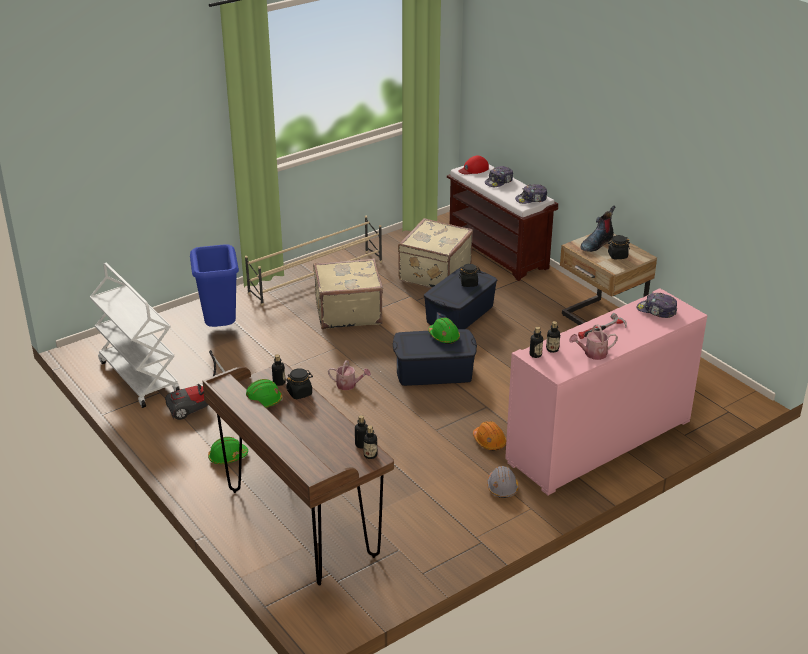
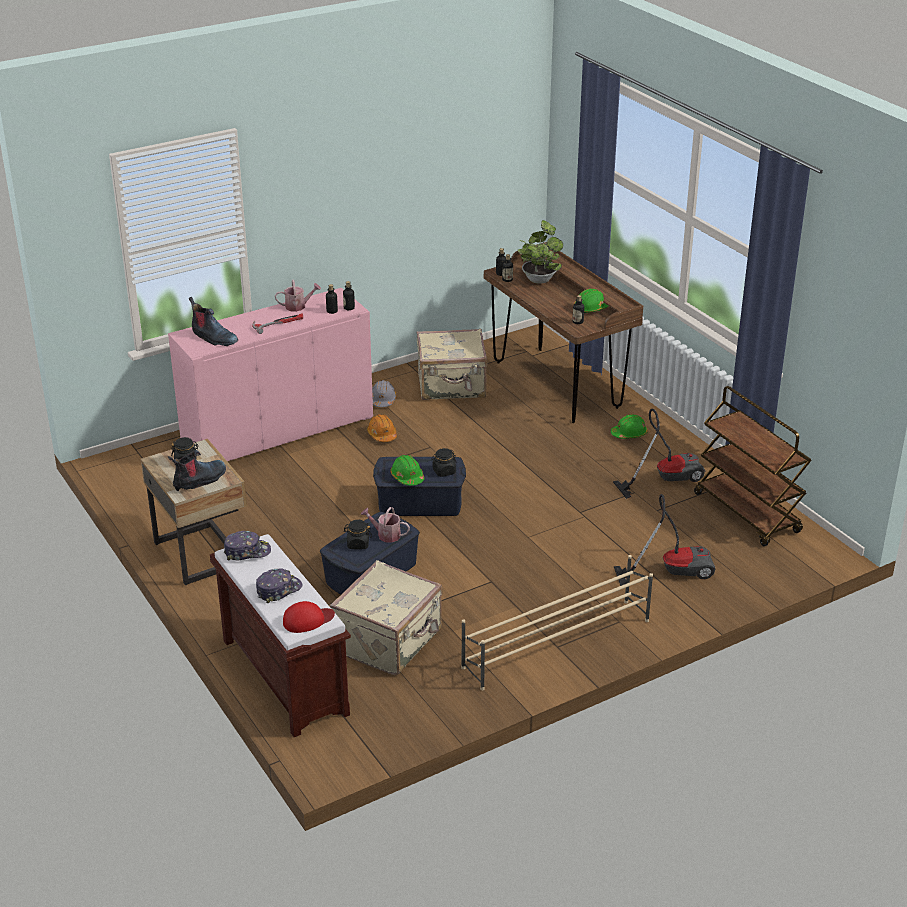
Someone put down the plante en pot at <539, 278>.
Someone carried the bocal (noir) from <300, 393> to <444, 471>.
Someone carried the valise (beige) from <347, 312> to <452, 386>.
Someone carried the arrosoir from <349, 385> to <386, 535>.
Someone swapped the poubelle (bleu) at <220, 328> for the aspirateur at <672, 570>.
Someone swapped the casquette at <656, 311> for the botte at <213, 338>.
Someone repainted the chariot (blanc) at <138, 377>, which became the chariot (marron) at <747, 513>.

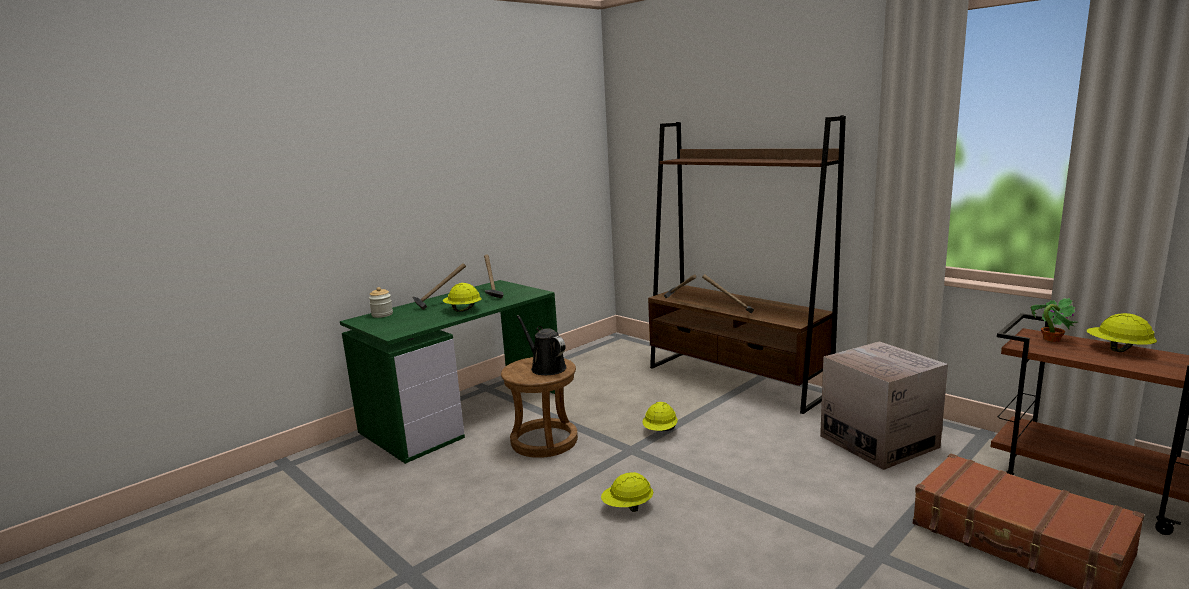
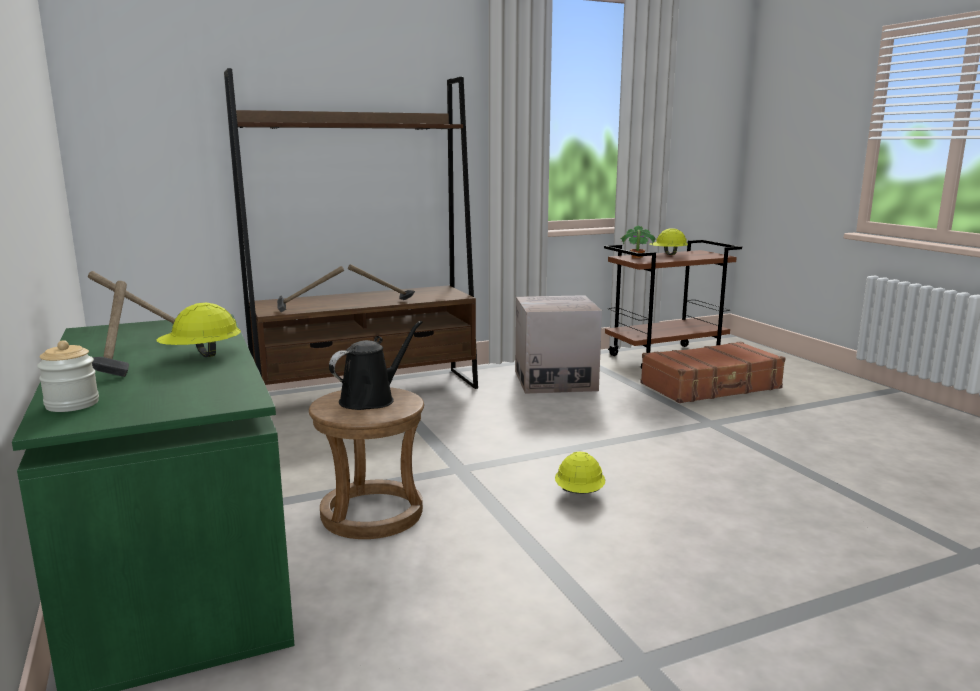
Someone took away the casque de chantier (jaune) at <660, 431>.
Someone rotated the arrosoir (noir) at <546, 368> by 150 degrees clockwise.

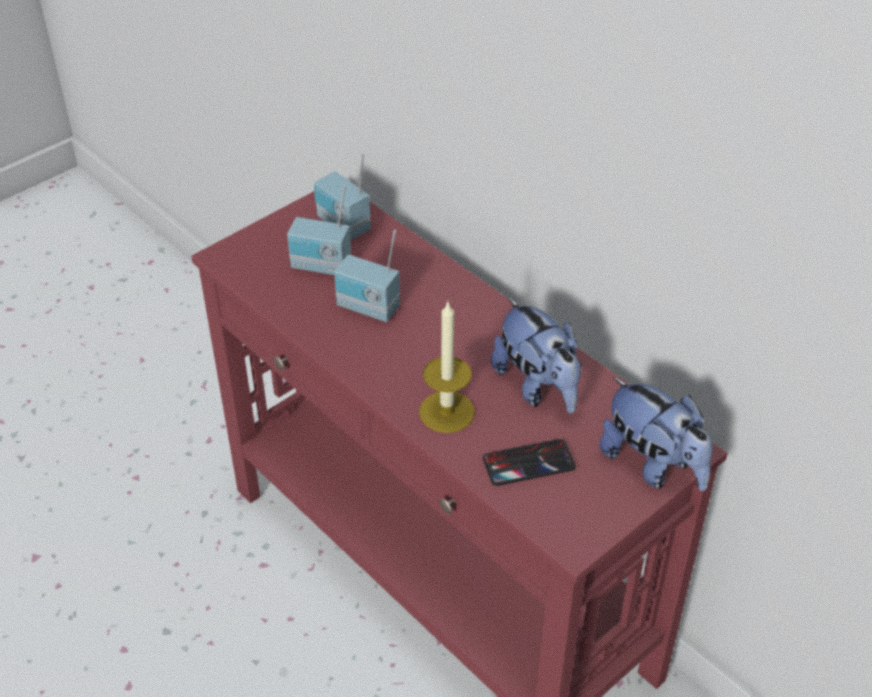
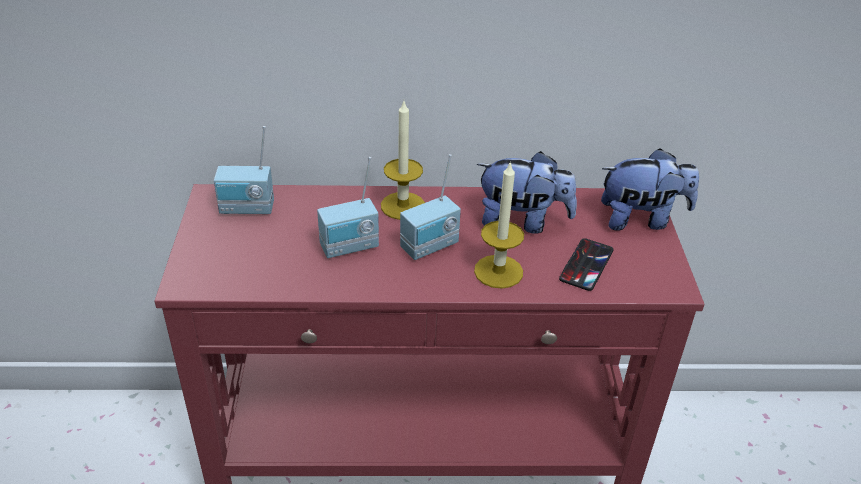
Someone put down the bougie at <403, 206>.
Someone carried the radio from <320, 267> to <431, 247>.

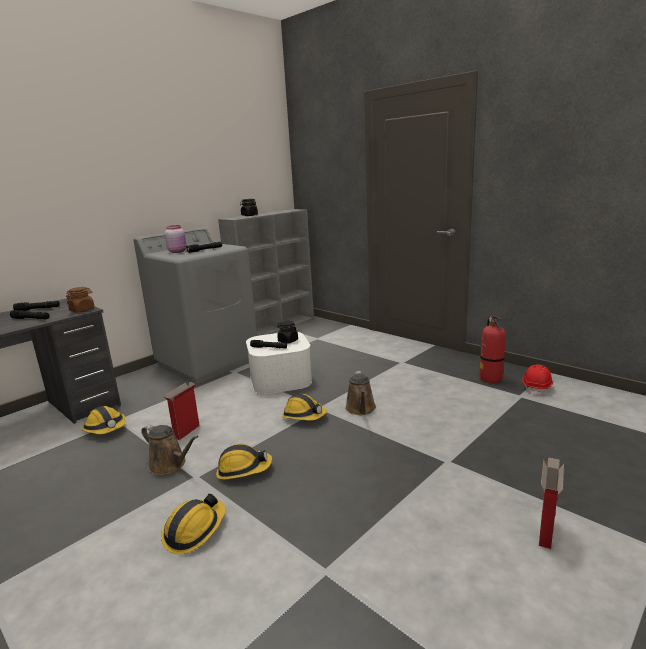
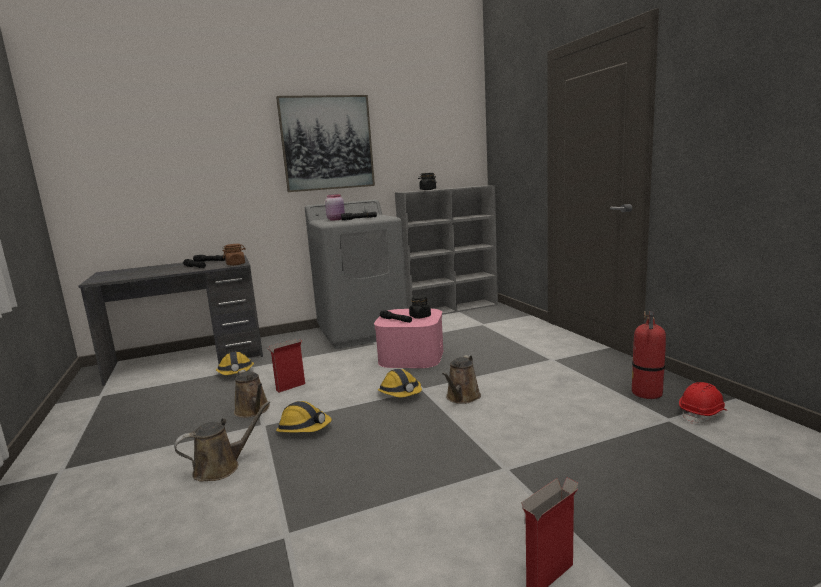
Someone put up the tableau at <327, 143>.
Someone swapped the casque de chantier at <194, 530> for the arrosoir (marron) at <221, 467>.
Someone repainted the boîte de rangement (blanc) at <280, 379>, which became the boîte de rangement (rose) at <411, 356>.

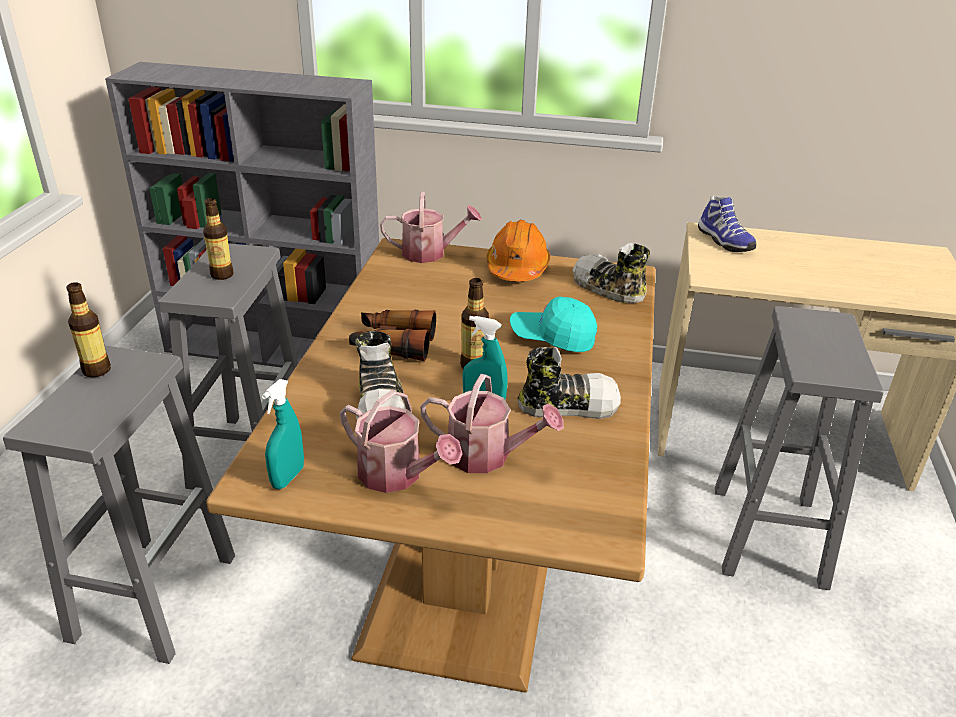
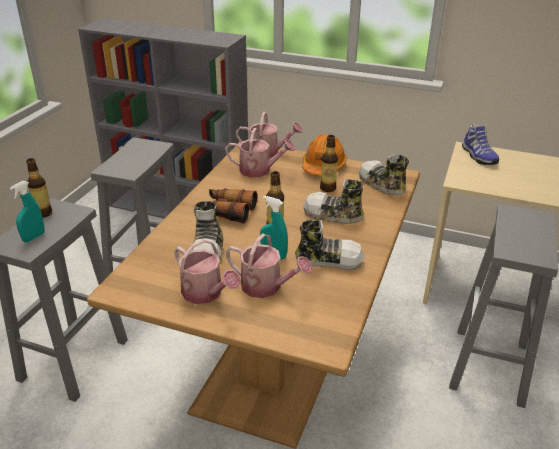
Someone put down the arrosoir at <259, 170>.
Someone carried the bouteille from <222, 275> to <328, 188>.
Someone carried the vaporisateur (turquoise) from <288, 477> to <34, 237>.
Someone swapped the casquette (turquoise) at <552, 338> for the chaussure at <333, 215>.

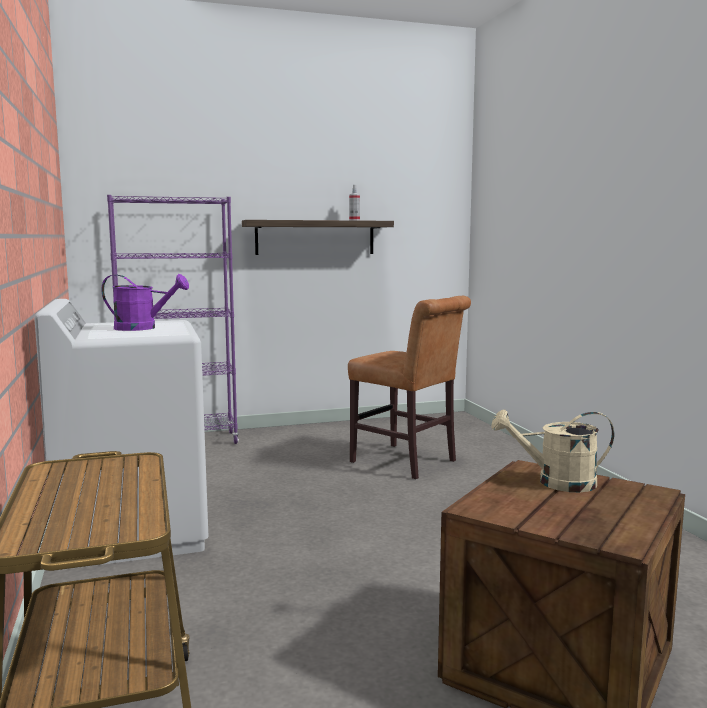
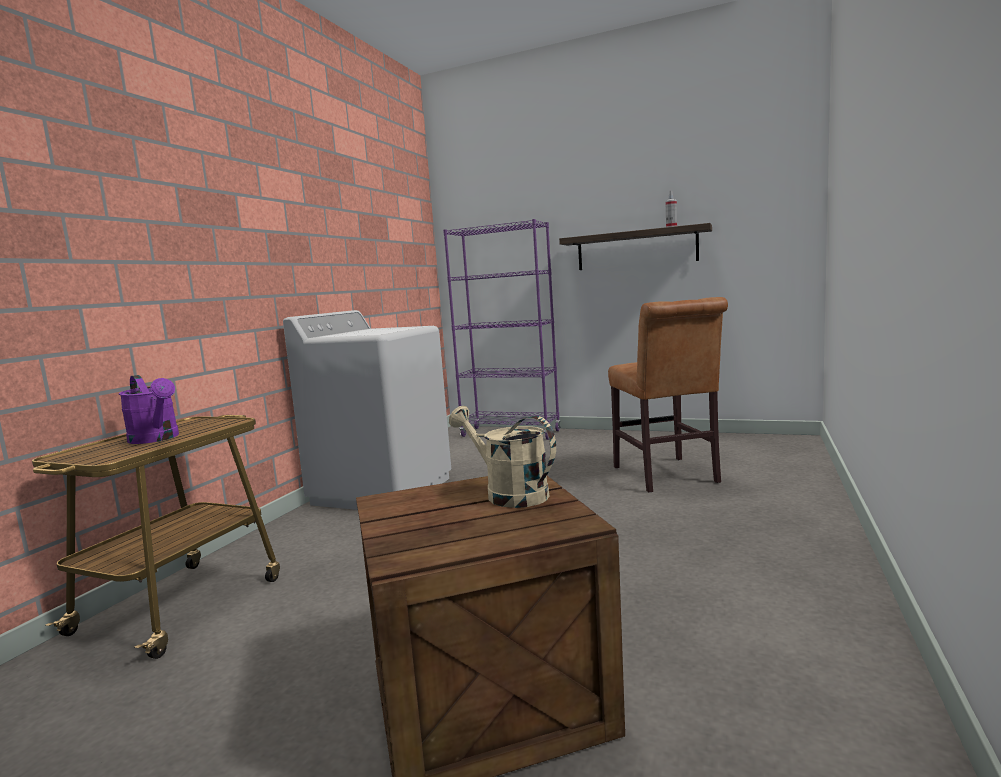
Someone carried the arrosoir (violet) from <143, 328> to <157, 439>.

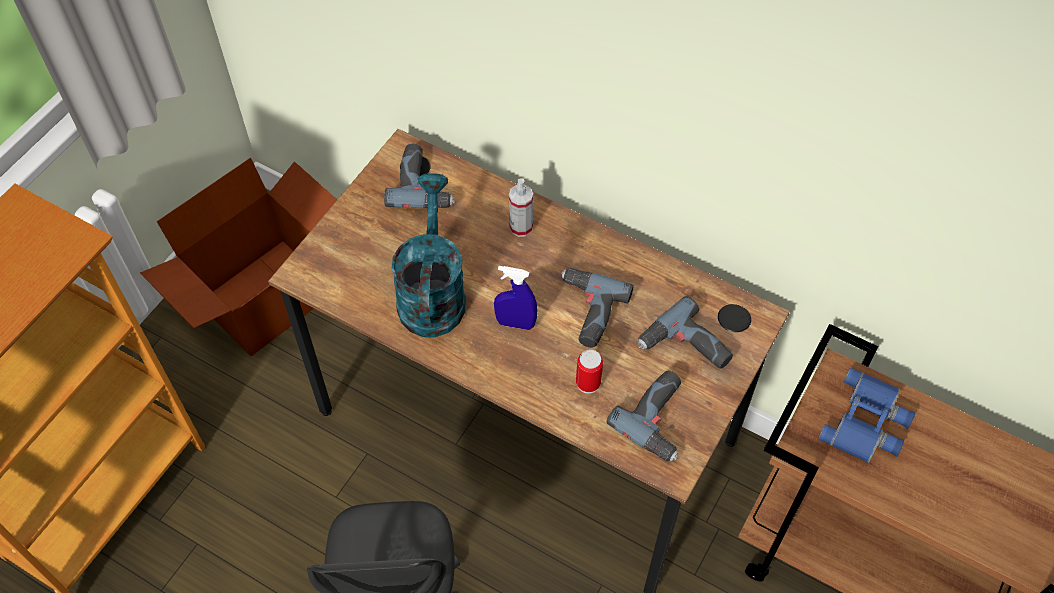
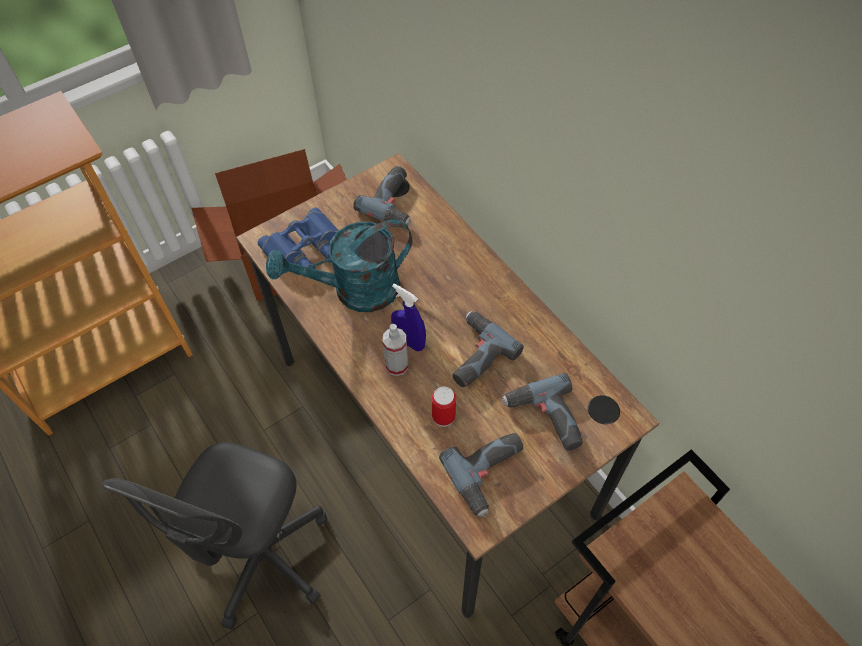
Someone carried the vaporisateur from <521, 227> to <397, 365>.
Someone carried the jumelles (bleu) from <868, 423> to <305, 250>.
Someone rotated the arrosoir (turquoise) at <431, 292> by 135 degrees counterclockwise.

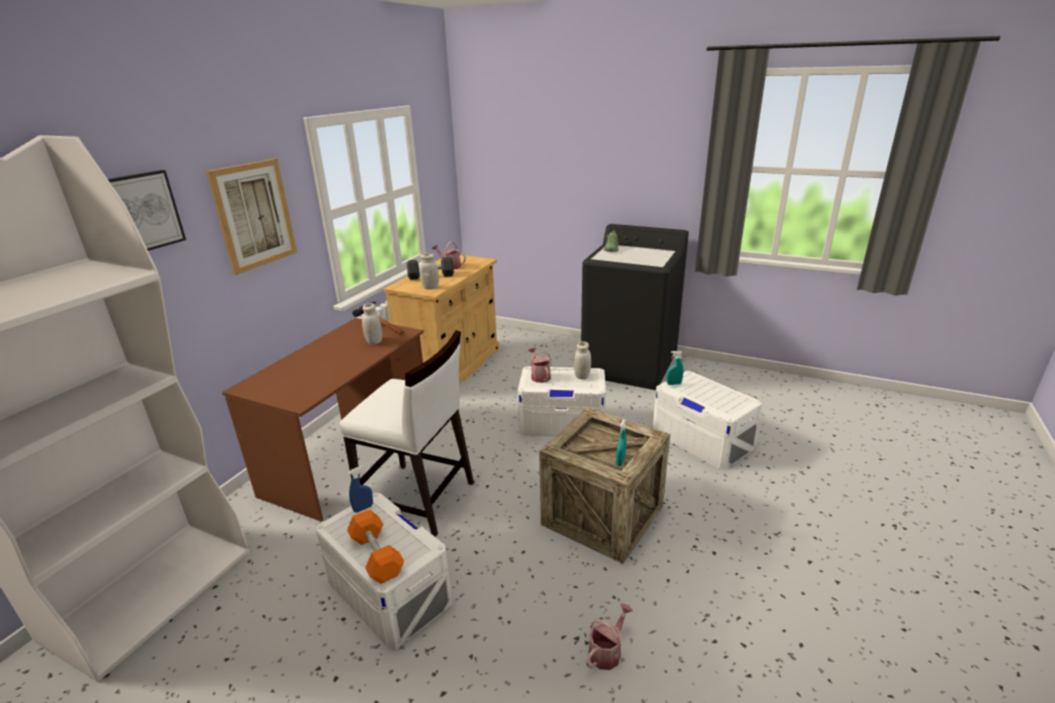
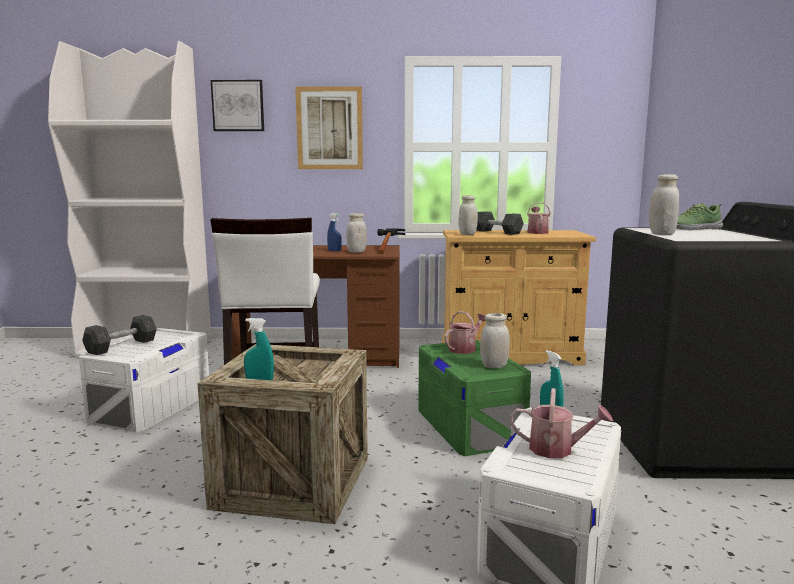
Someone put down the bocal (blanc) at <661, 234>.
Someone carried the vaporisateur (bleu) from <363, 508> to <334, 251>.
Someone carried the arrosoir from <607, 651> to <557, 449>.
Someone repainted the haltère (orange) at <376, 555>, which became the haltère (gris) at <121, 346>.
Someone repainted the boîte de rangement (blanc) at <562, 422>, which became the boîte de rangement (vert) at <469, 425>.

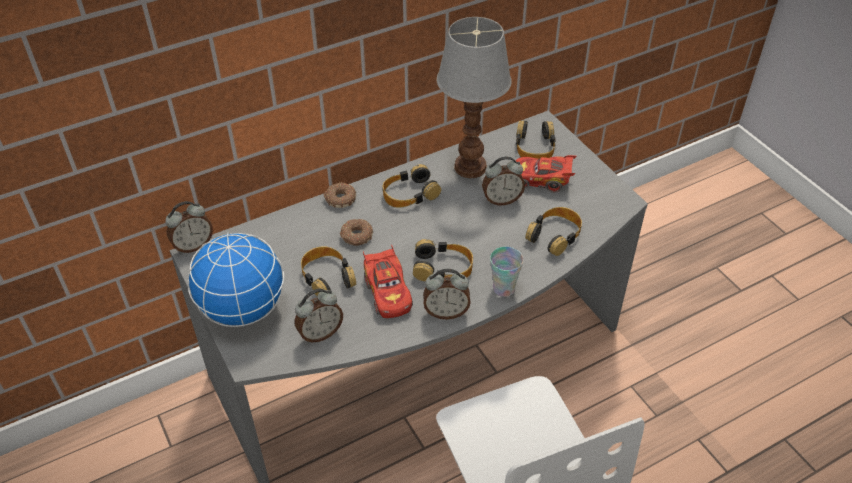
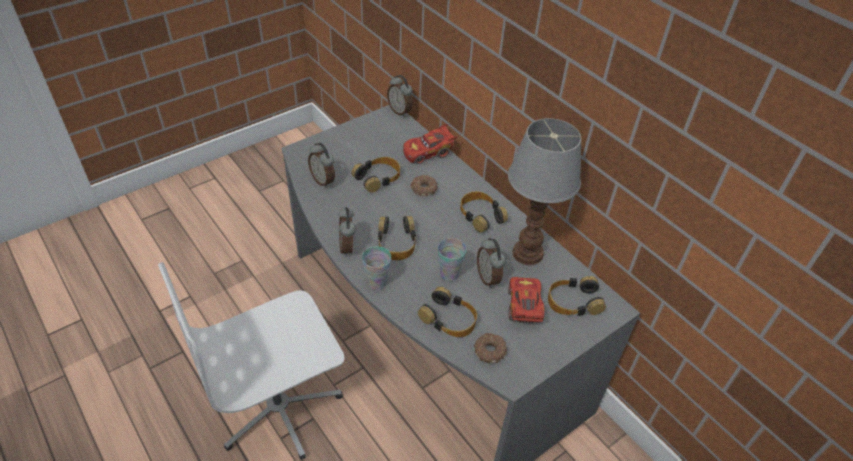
Someone took away the globe at <243, 310>.
Someone put down the tasse at <449, 274>.
Someone carried the beignet from <340, 199> to <489, 351>.
Someone carried the petite voiture (rouge) from <387, 292> to <428, 153>.

